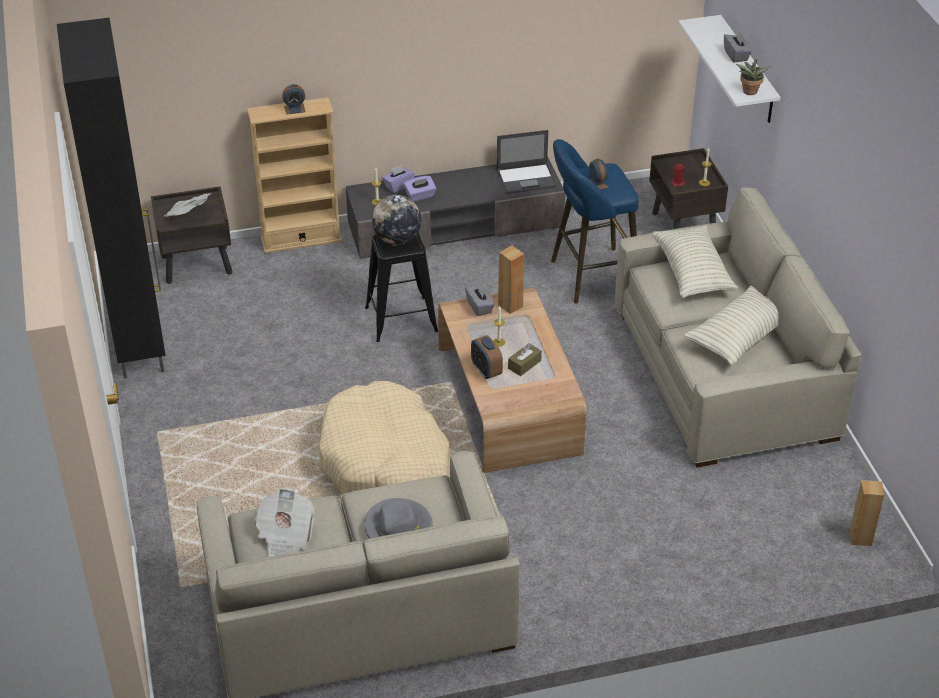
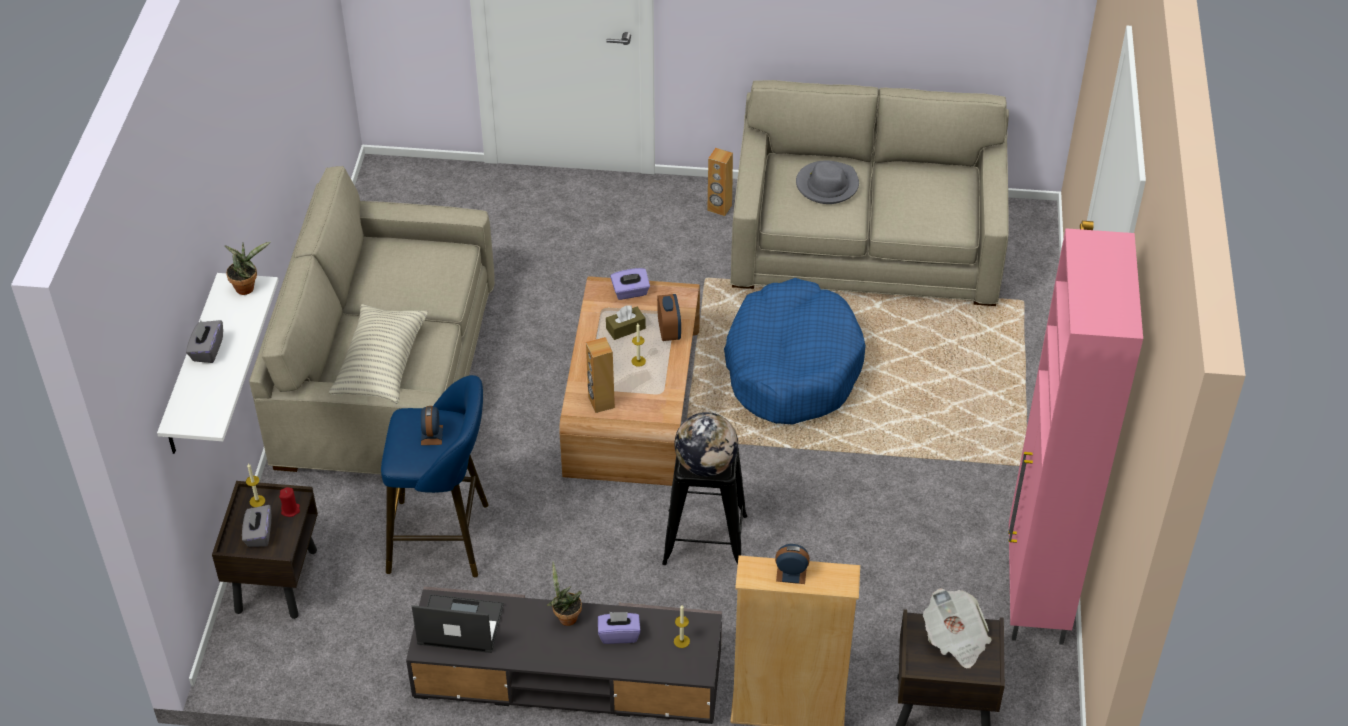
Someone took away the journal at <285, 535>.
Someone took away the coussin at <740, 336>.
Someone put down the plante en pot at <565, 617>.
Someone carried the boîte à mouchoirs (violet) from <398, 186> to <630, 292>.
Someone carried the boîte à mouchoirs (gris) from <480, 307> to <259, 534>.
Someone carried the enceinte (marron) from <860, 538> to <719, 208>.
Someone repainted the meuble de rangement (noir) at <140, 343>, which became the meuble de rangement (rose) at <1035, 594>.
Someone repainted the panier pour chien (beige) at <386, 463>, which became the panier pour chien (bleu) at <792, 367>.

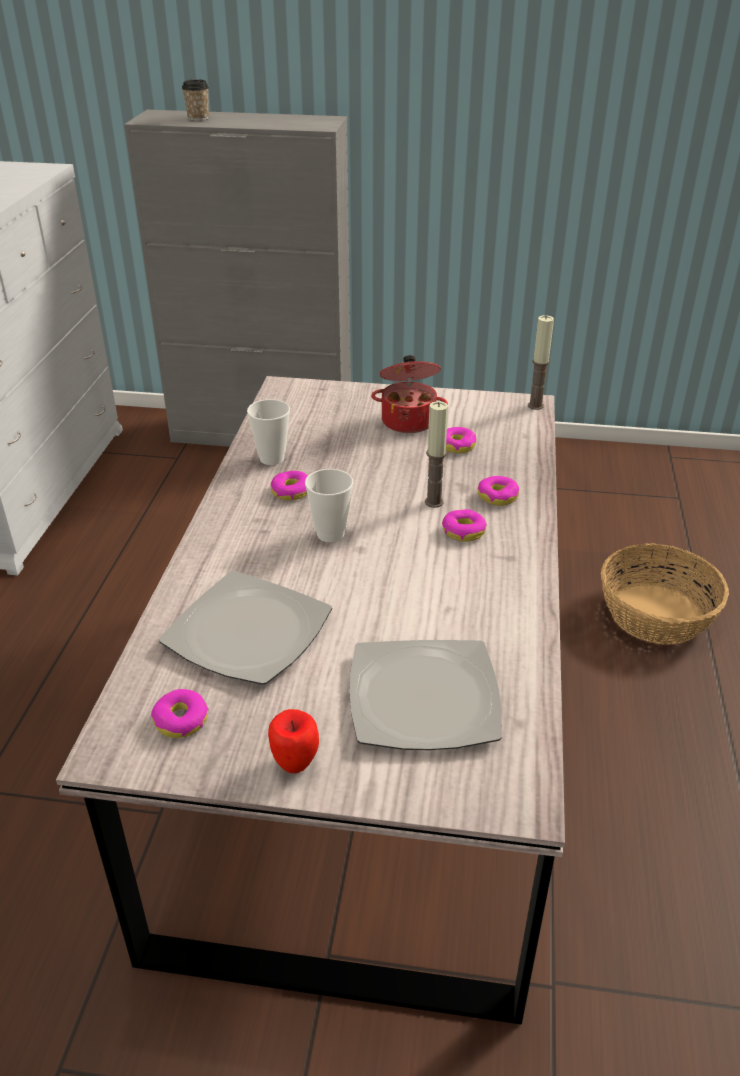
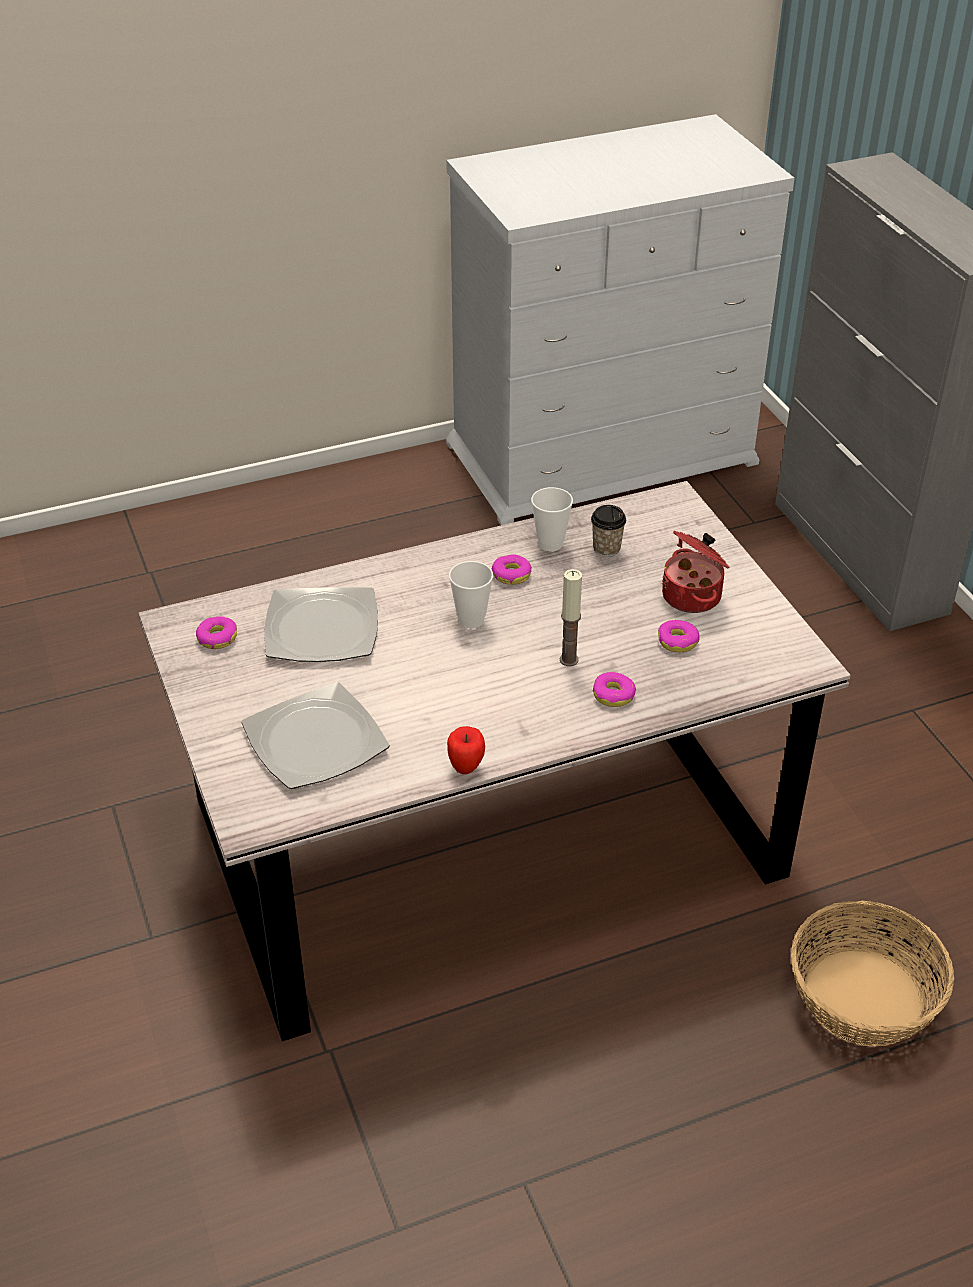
Someone took away the beignet at <463, 531>.
Someone took away the bougie at <535, 406>.
Someone carried the tasse from <198, 118> to <606, 549>.
Someone carried the pomme from <295, 763> to <466, 768>.

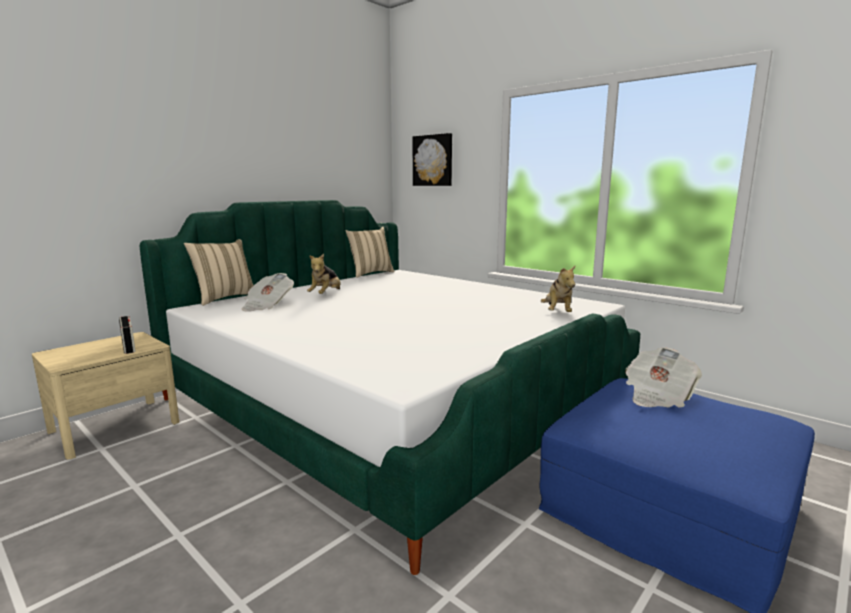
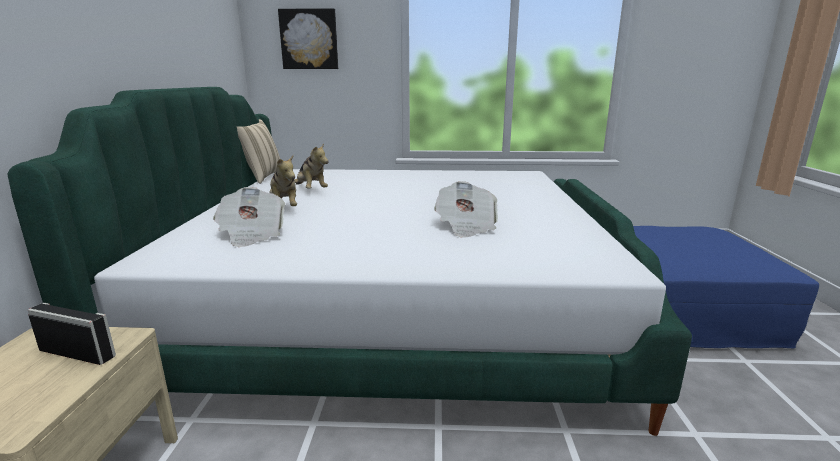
Someone took away the coussin (beige) at <224, 298>.
Someone carried the peluche from <557, 312> to <311, 190>.
Someone carried the journal from <657, 396> to <466, 226>.

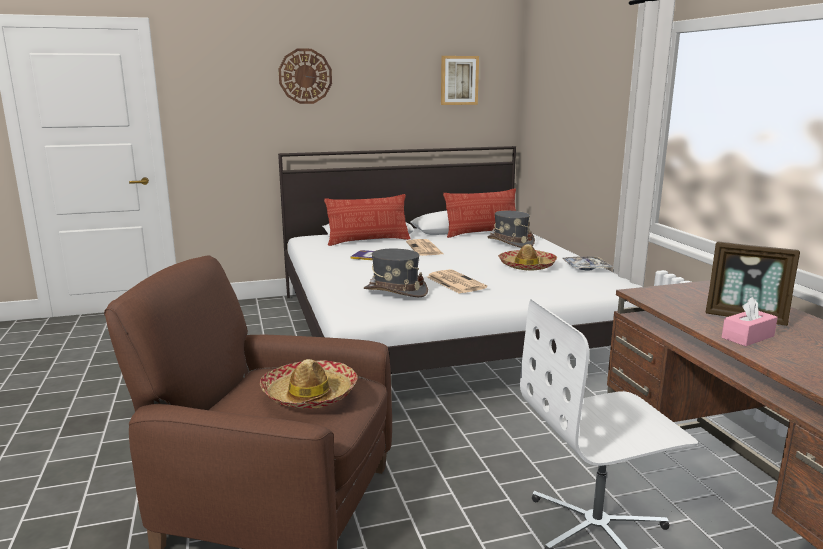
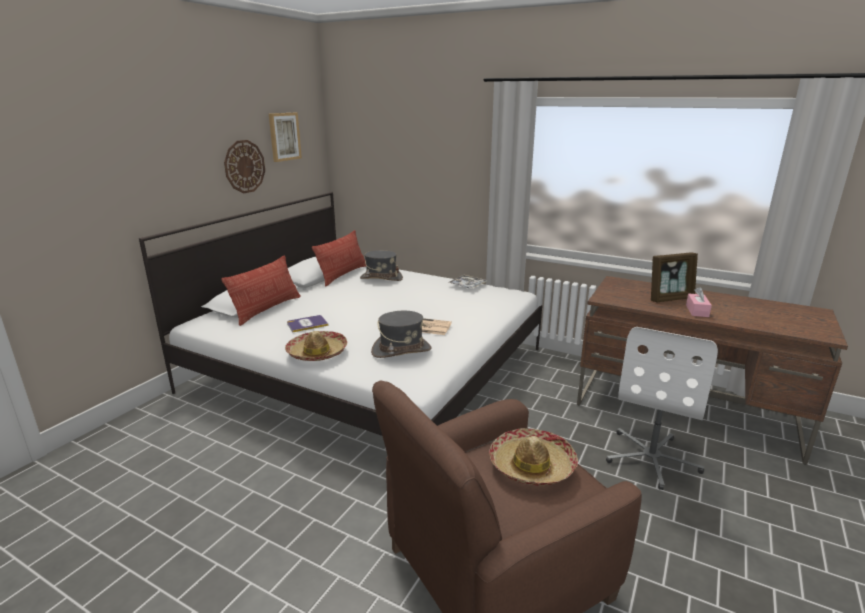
Someone took away the journal at <425, 248>.
Someone carried the horloge murale from <305, 76> to <244, 166>.
Someone carried the chapeau from <527, 266> to <317, 353>.

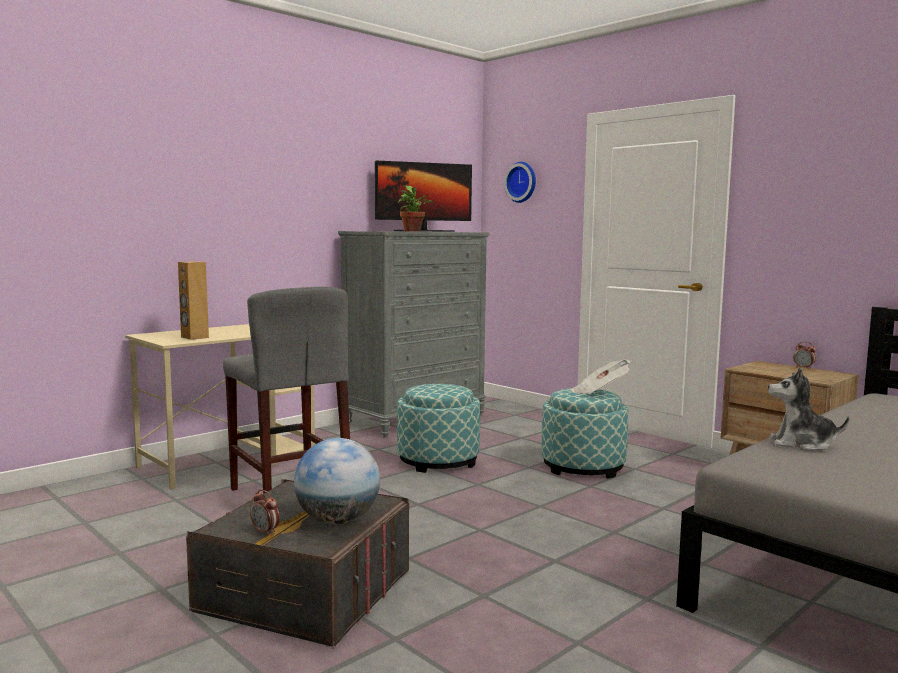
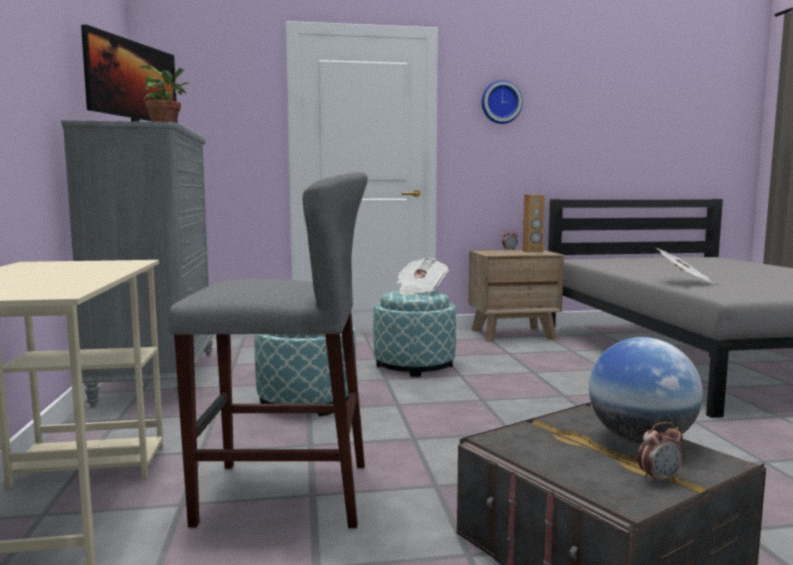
Someone carried the enceinte (marron) from <194, 337> to <532, 251>.
Someone carried the horloge murale from <522, 182> to <500, 102>.
Someone swapped the peluche at <801, 444> for the journal at <685, 282>.

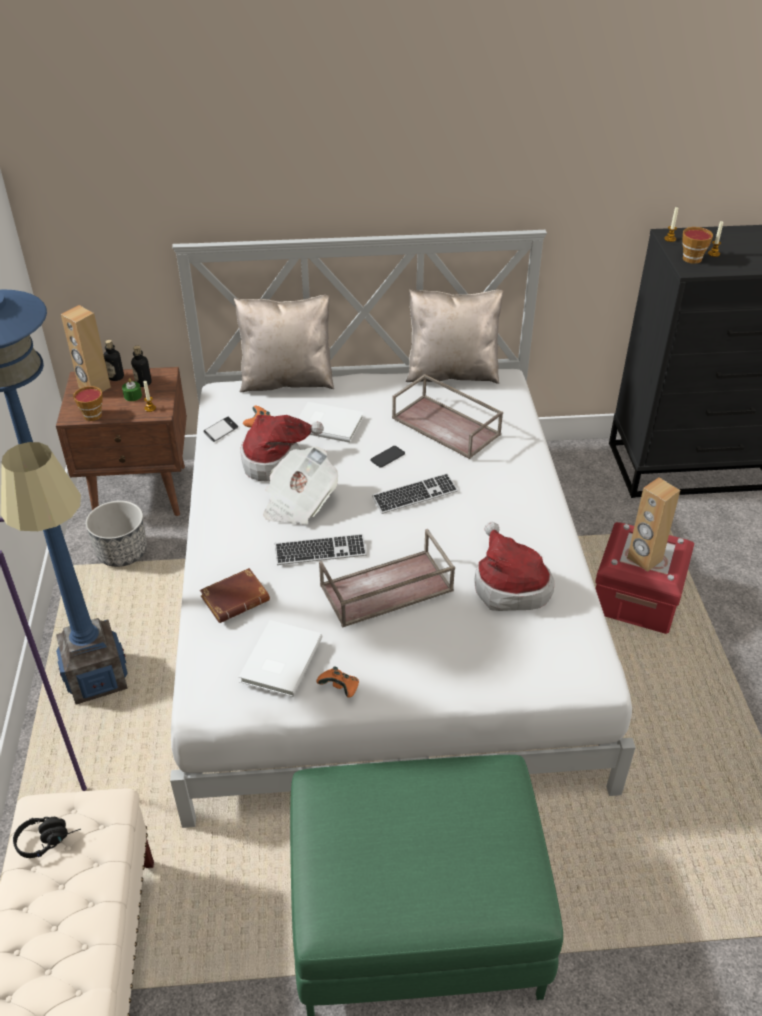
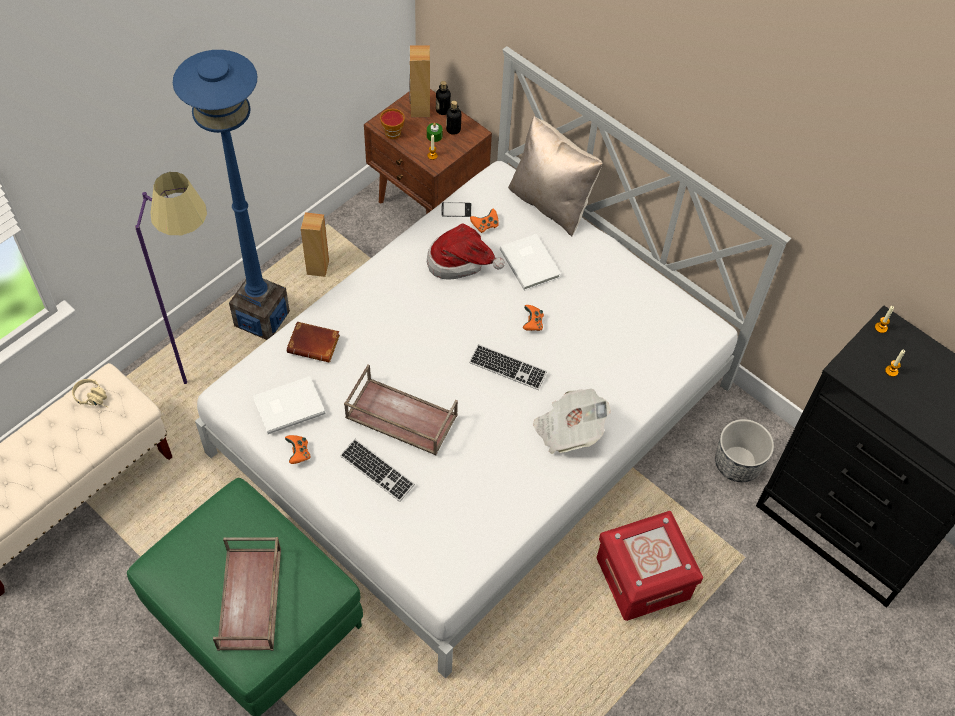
Someone took away the coussin (beige) at <452, 373>.
Someone took away the chapeau at <508, 585>.
Someone took away the tasse at <690, 257>.
Someone carried the cache-pot from <122, 552> to <737, 463>.
Someone carried the journal from <298, 502> to <568, 430>.
Someone carried the clavier from <320, 551> to <377, 471>.
Someone carried the plateau (marron) from <447, 426> to <251, 600>.
Someone carried the enceinte (marron) from <644, 559> to <317, 268>.
Someone swapped the téléphone at <387, 457> for the manette (orange) at <532, 323>.
Someone repainted the casque audio (noir) at <49, 839>, which became the casque audio (beige) at <95, 398>.

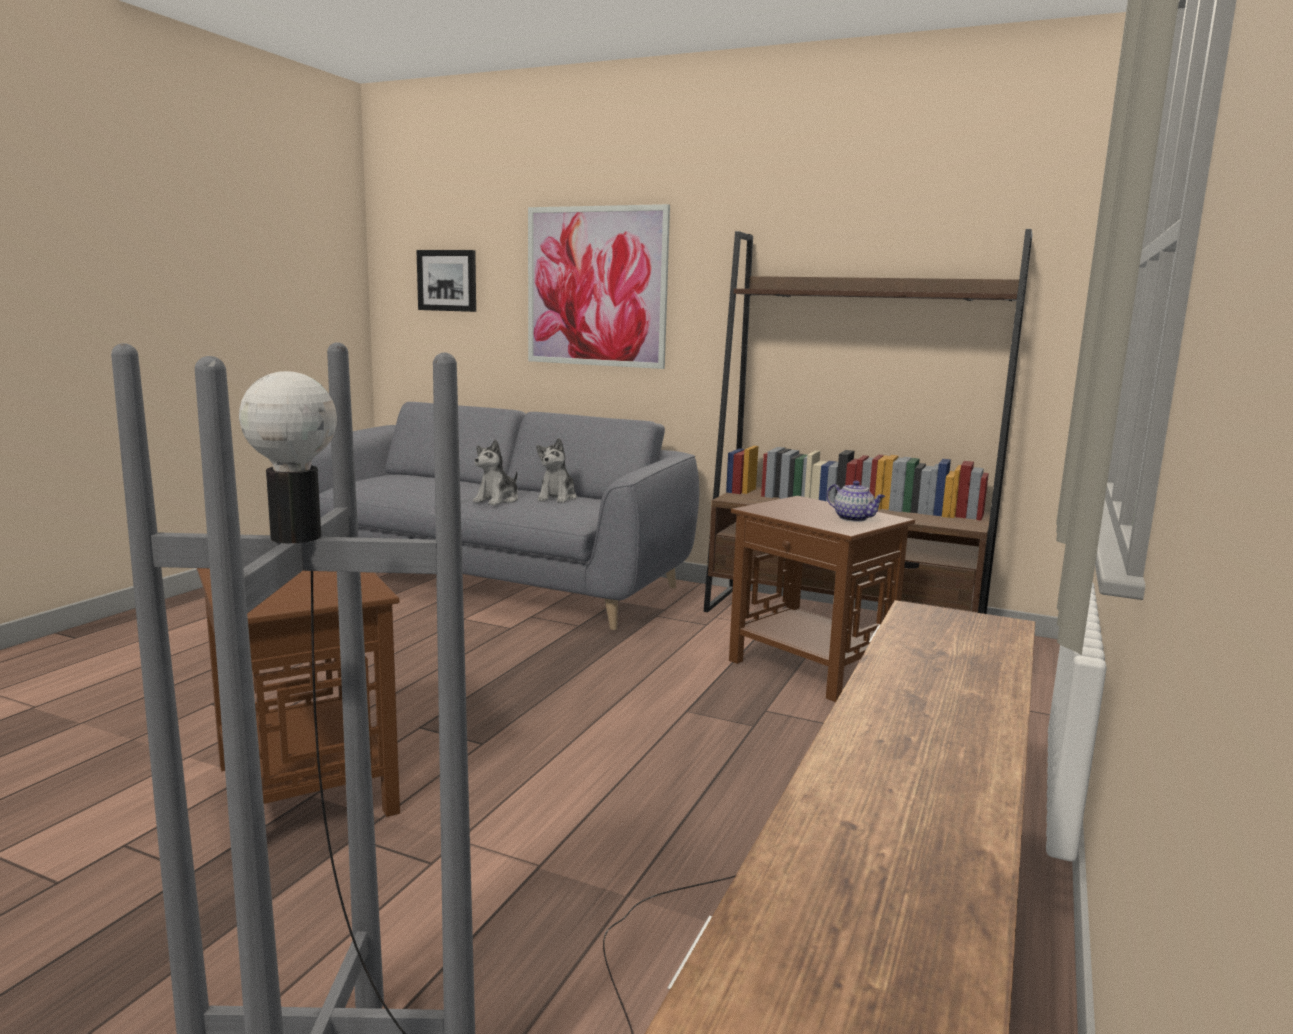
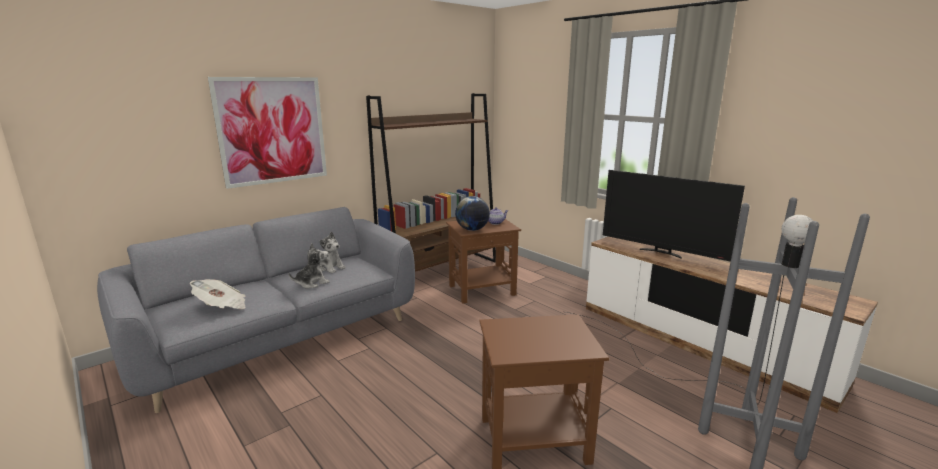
Someone took away the tableau at <447, 280>.
Someone put down the journal at <222, 306>.
Someone put down the globe at <472, 229>.
Someone put down the téléviseur at <661, 252>.
Someone rotated the peluche at <497, 500> by 90 degrees counterclockwise.

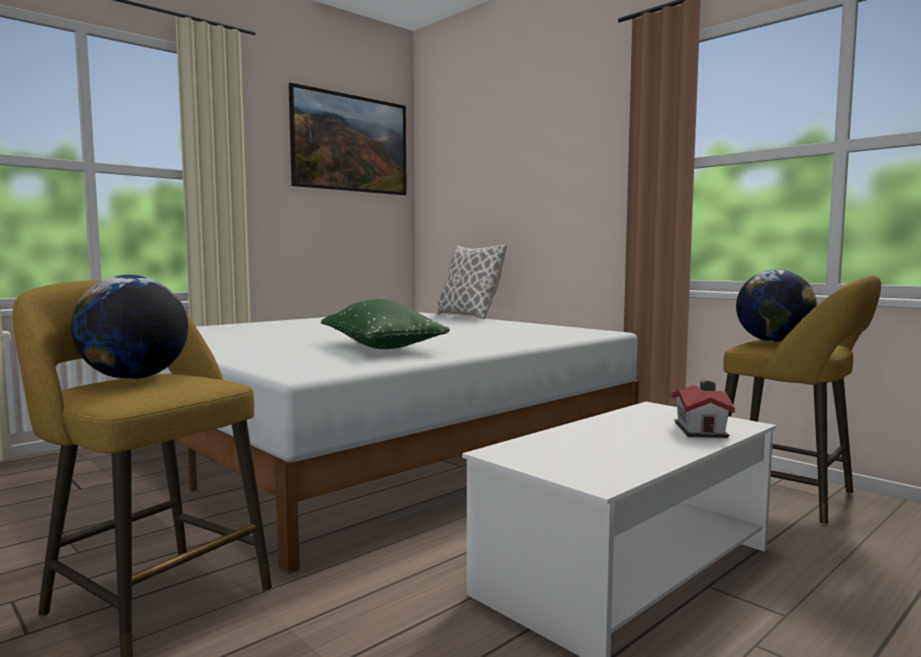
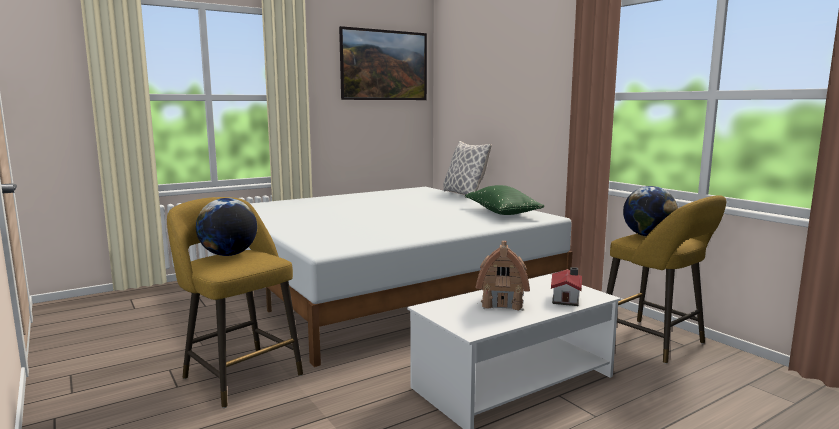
Someone put down the maison miniature at <502, 303>.
Someone carried the coussin (vert) from <381, 347> to <502, 213>.

